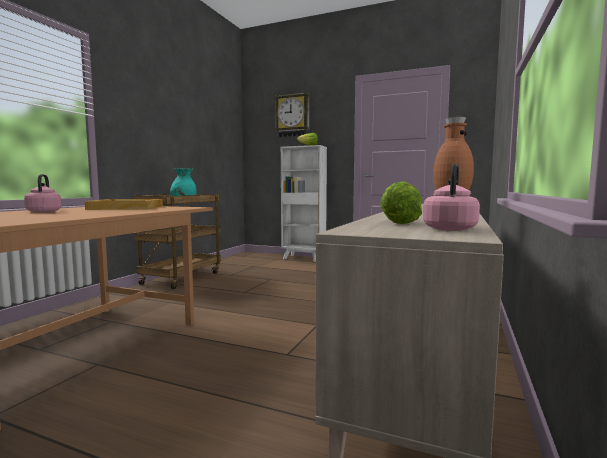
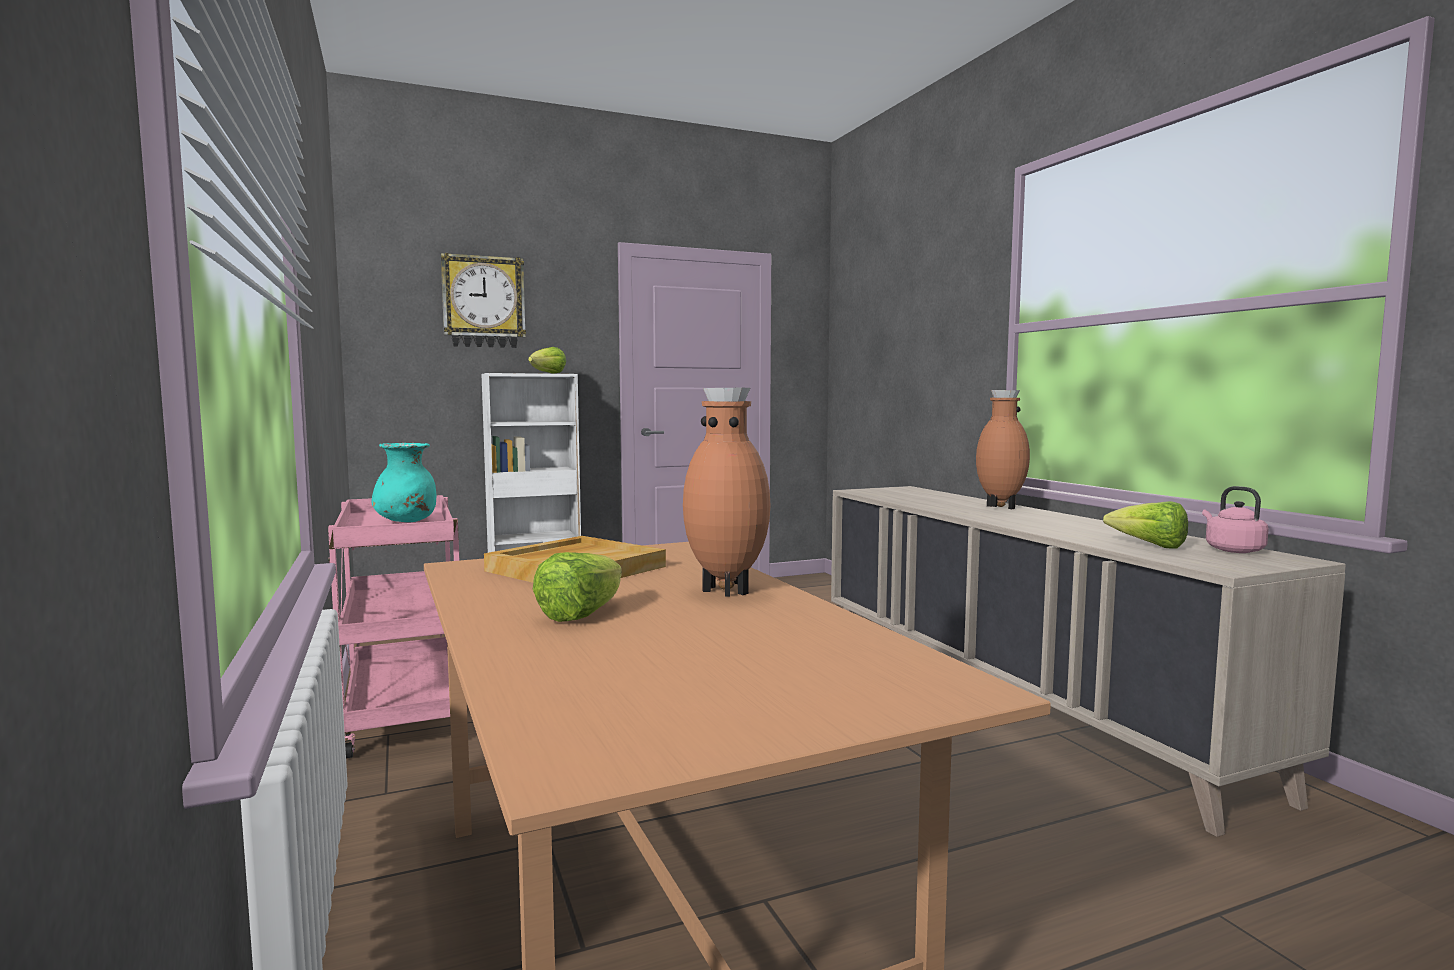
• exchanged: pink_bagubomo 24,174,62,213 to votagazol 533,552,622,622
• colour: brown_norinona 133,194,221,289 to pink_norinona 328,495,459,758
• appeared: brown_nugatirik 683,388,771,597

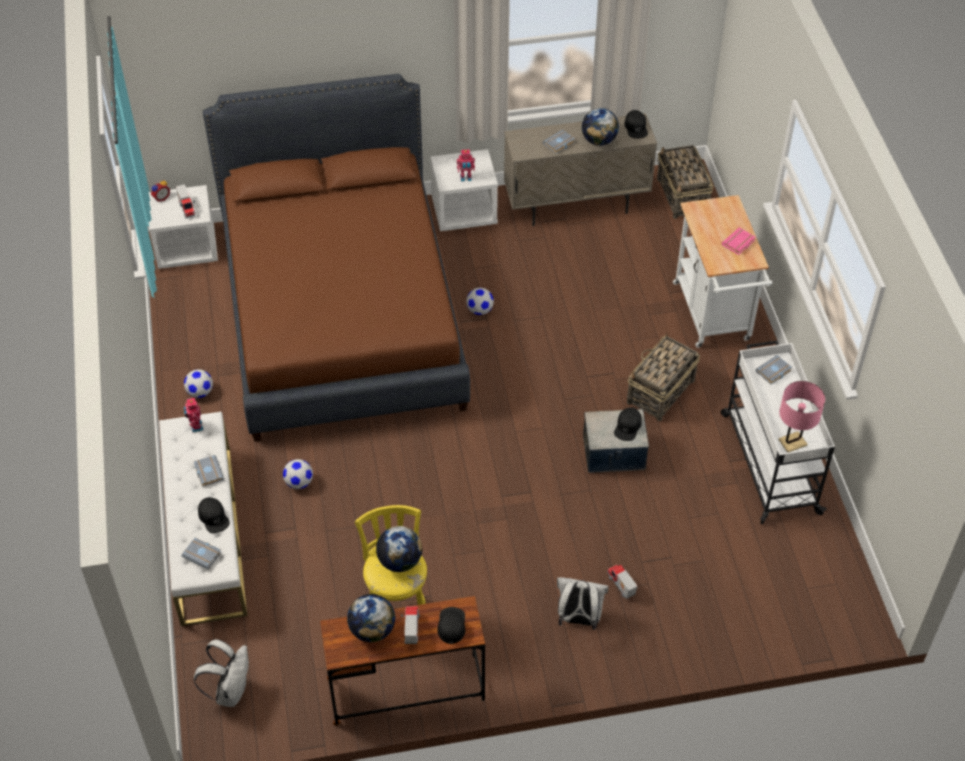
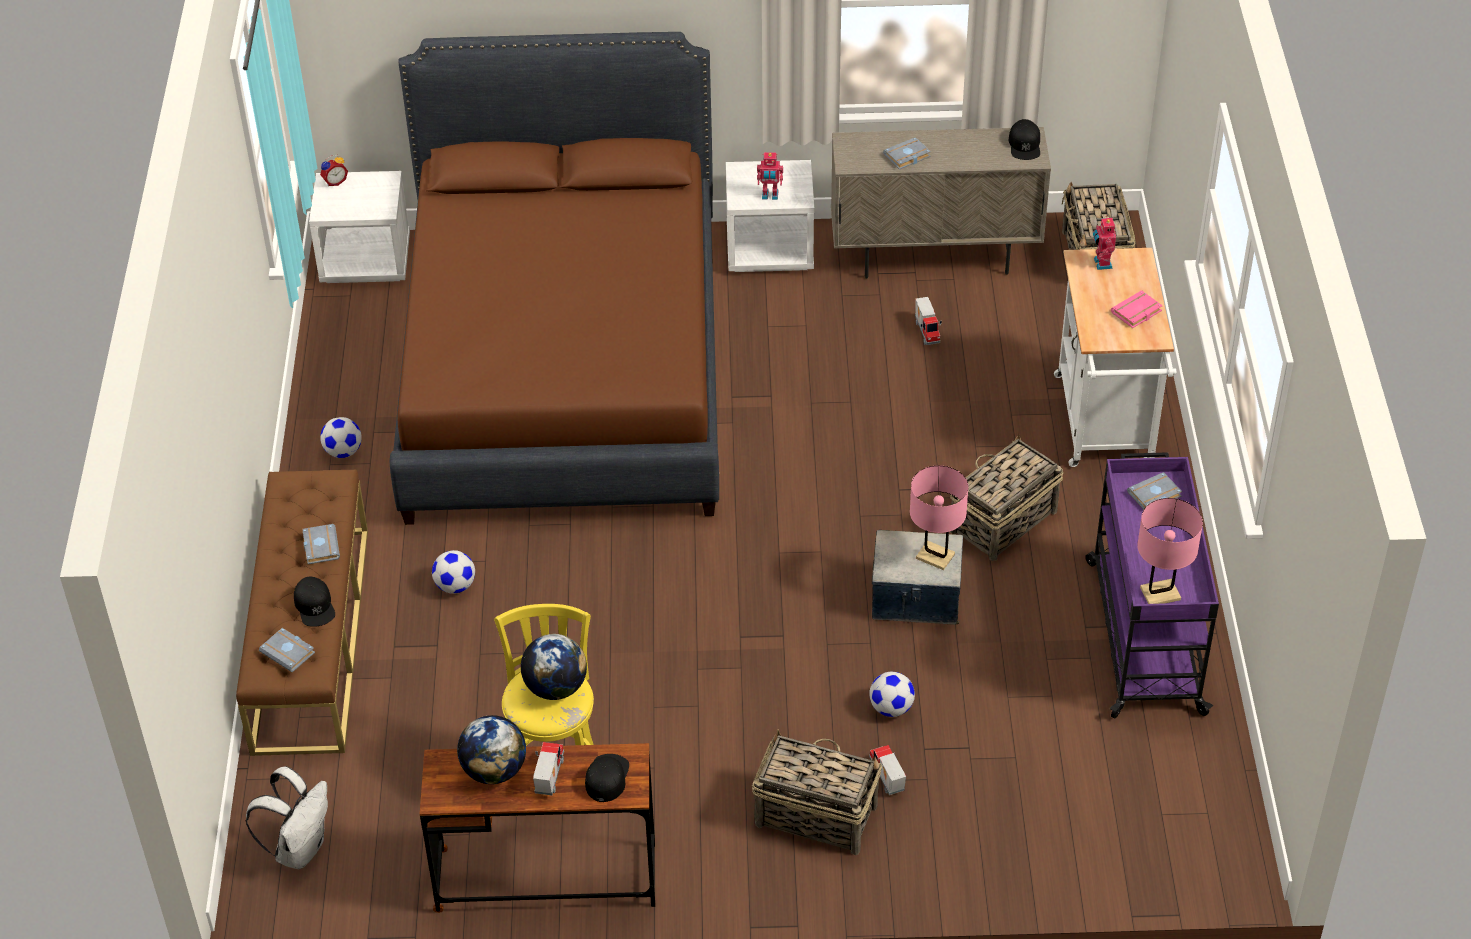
• colour: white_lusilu 159,412,247,626 to brown_lusilu 236,469,368,756
• relocated: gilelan 176,184,195,218 to 915,297,942,345
• relocated: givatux 184,397,204,432 to 1093,216,1116,270
• relocated: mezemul 466,288,494,315 to 869,672,915,717
• exchanged: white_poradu 557,577,608,630 to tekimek 752,730,882,855
• missing: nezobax 582,108,619,146
• exchanged: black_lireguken 614,407,642,441 to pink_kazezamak 910,465,969,570
• colour: white_norinona 721,341,835,525 to purple_norinona 1085,452,1219,719

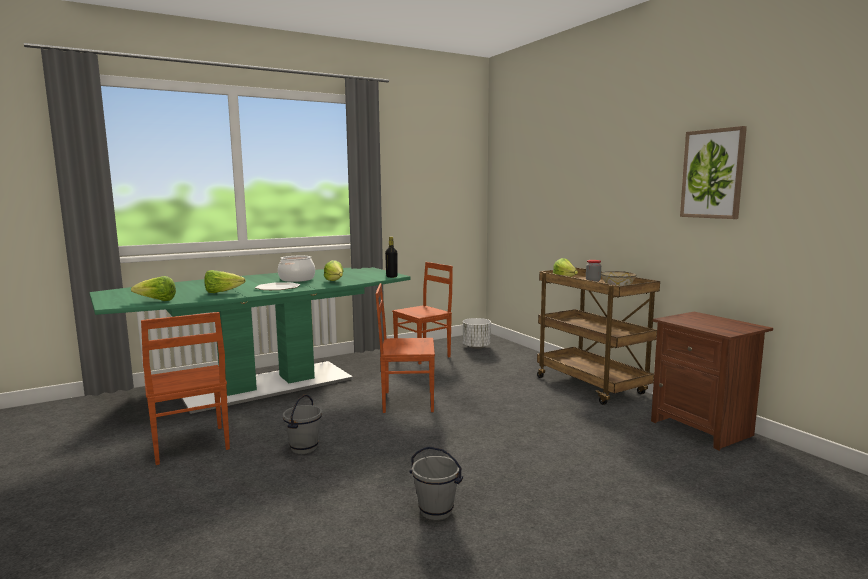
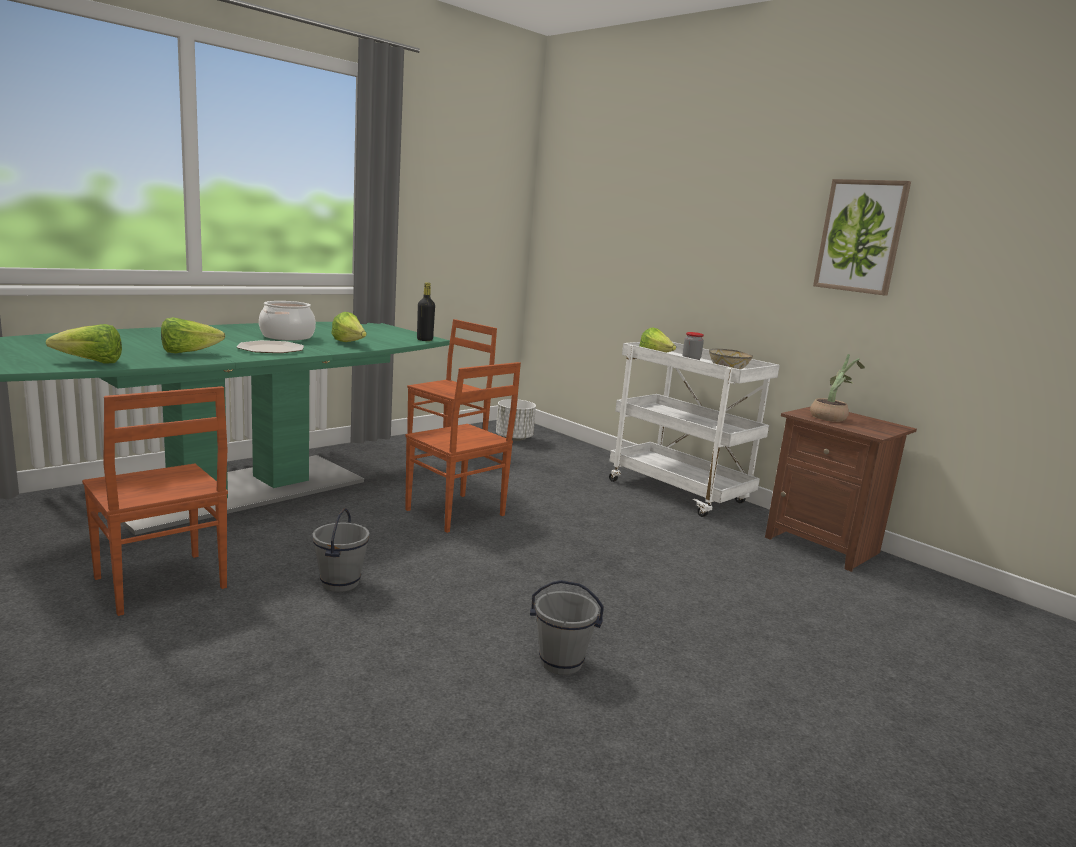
• spun: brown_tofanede 375,283,435,413 = 405,362,521,533 120 degrees counterclockwise
• colour: brown_norinona 537,268,660,405 to white_norinona 609,342,780,517
• appeared: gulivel 810,354,865,422

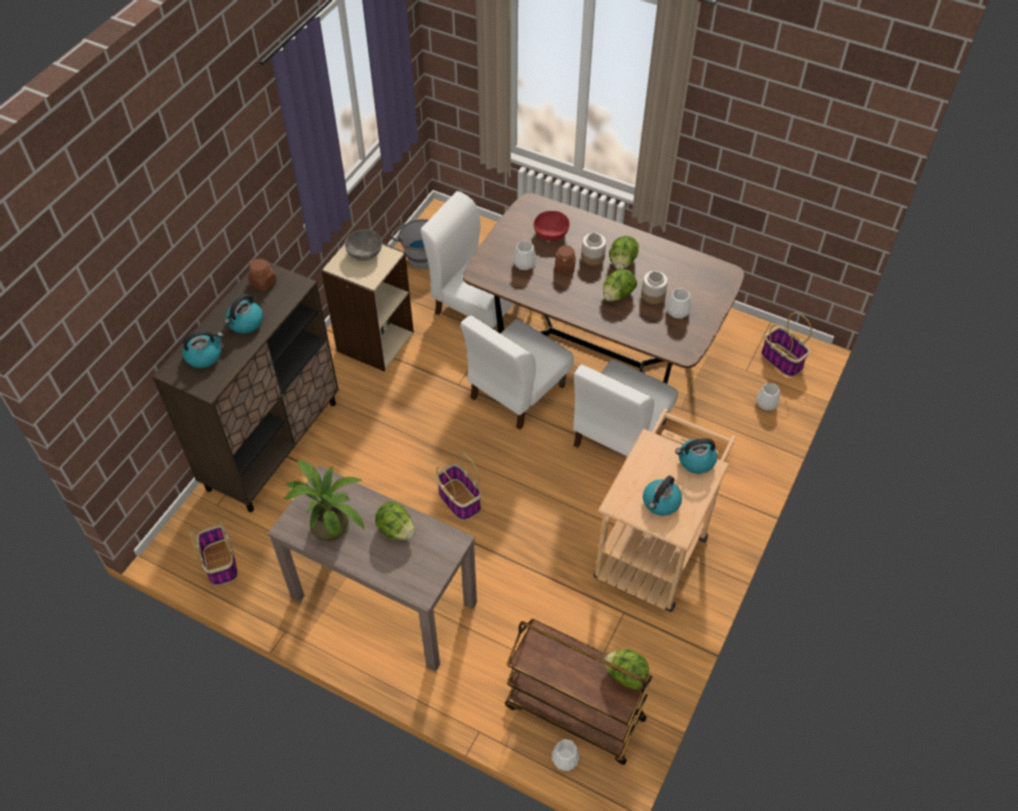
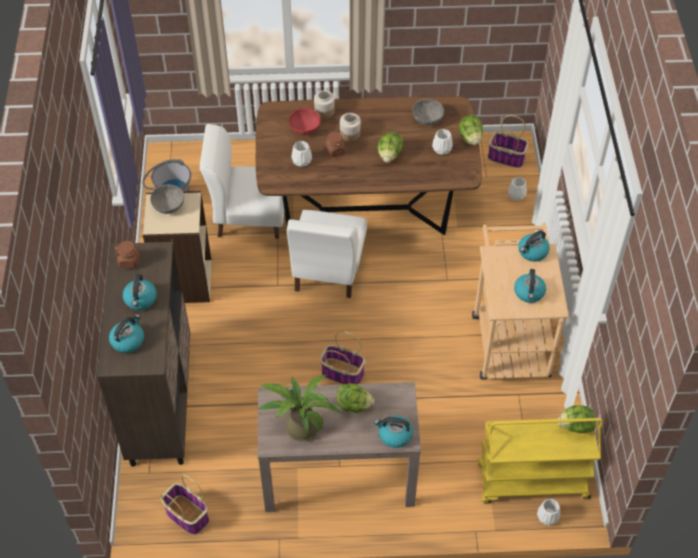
• colour: brown_norinona 505,619,653,765 to yellow_norinona 477,418,603,504
• missing: white_tofanede 573,359,678,457
• relocated: votagazol 609,236,639,270 to 459,115,483,145
• relocated: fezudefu 641,271,668,304 to 314,90,335,118
• appeared: bagubomo 374,415,413,448
• appeared: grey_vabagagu 413,99,444,126

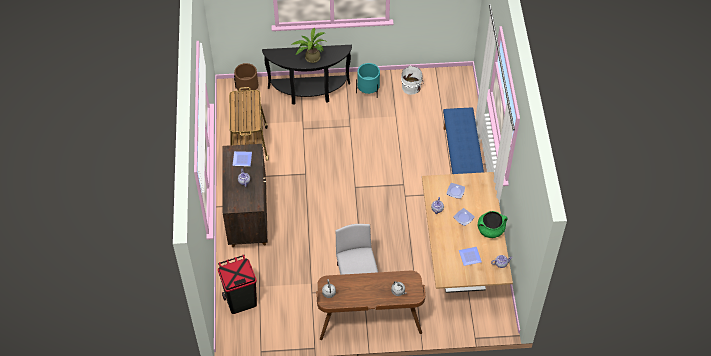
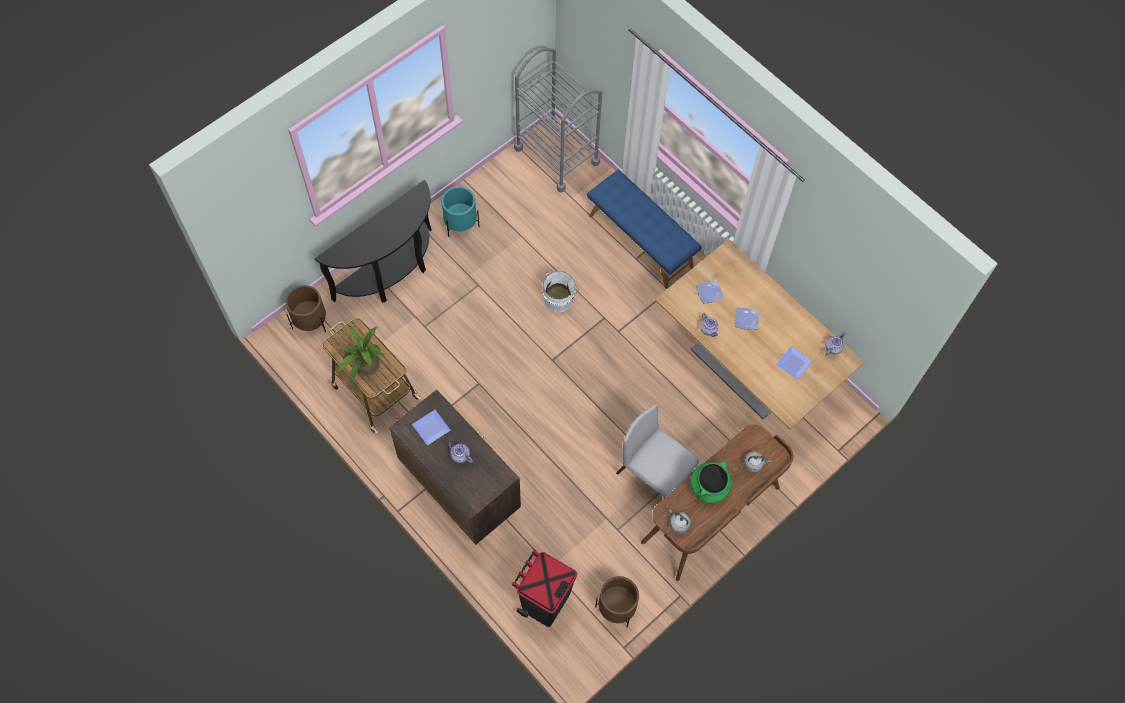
• relocated: gulivel 292,28,325,63 to 337,327,384,382
• relocated: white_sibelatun 401,66,424,95 to 542,271,579,313
• relocated: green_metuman 478,211,507,238 to 690,461,732,504
• appeared: grey_norinona 514,48,602,192
• appeared: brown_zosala 595,576,639,627

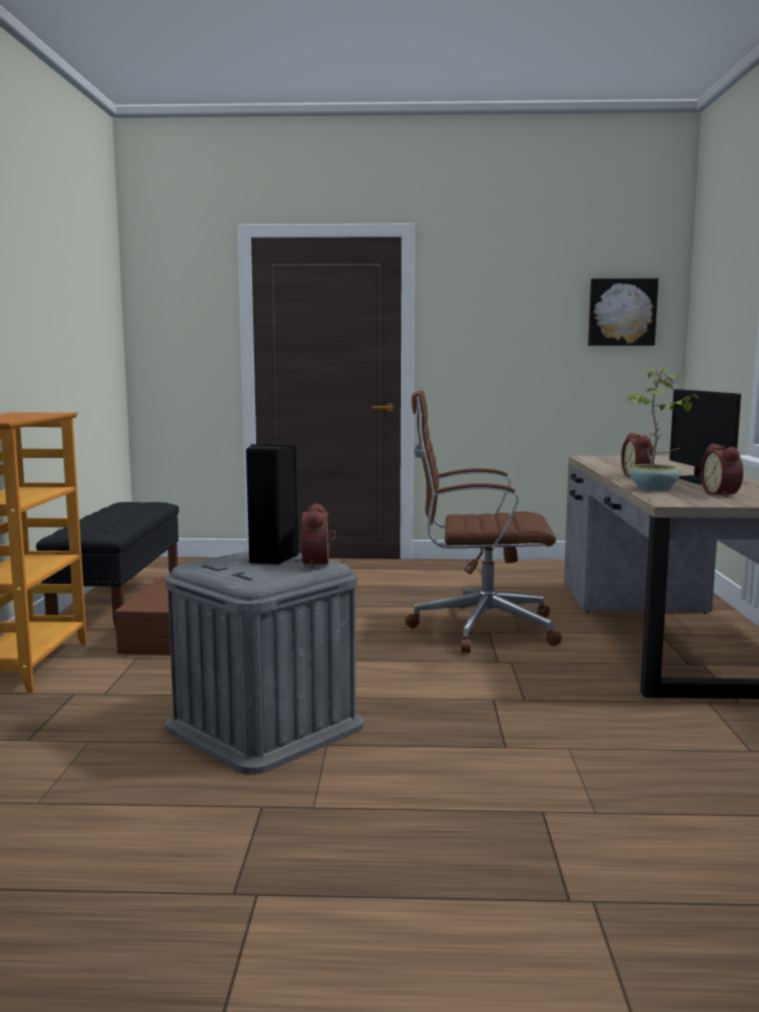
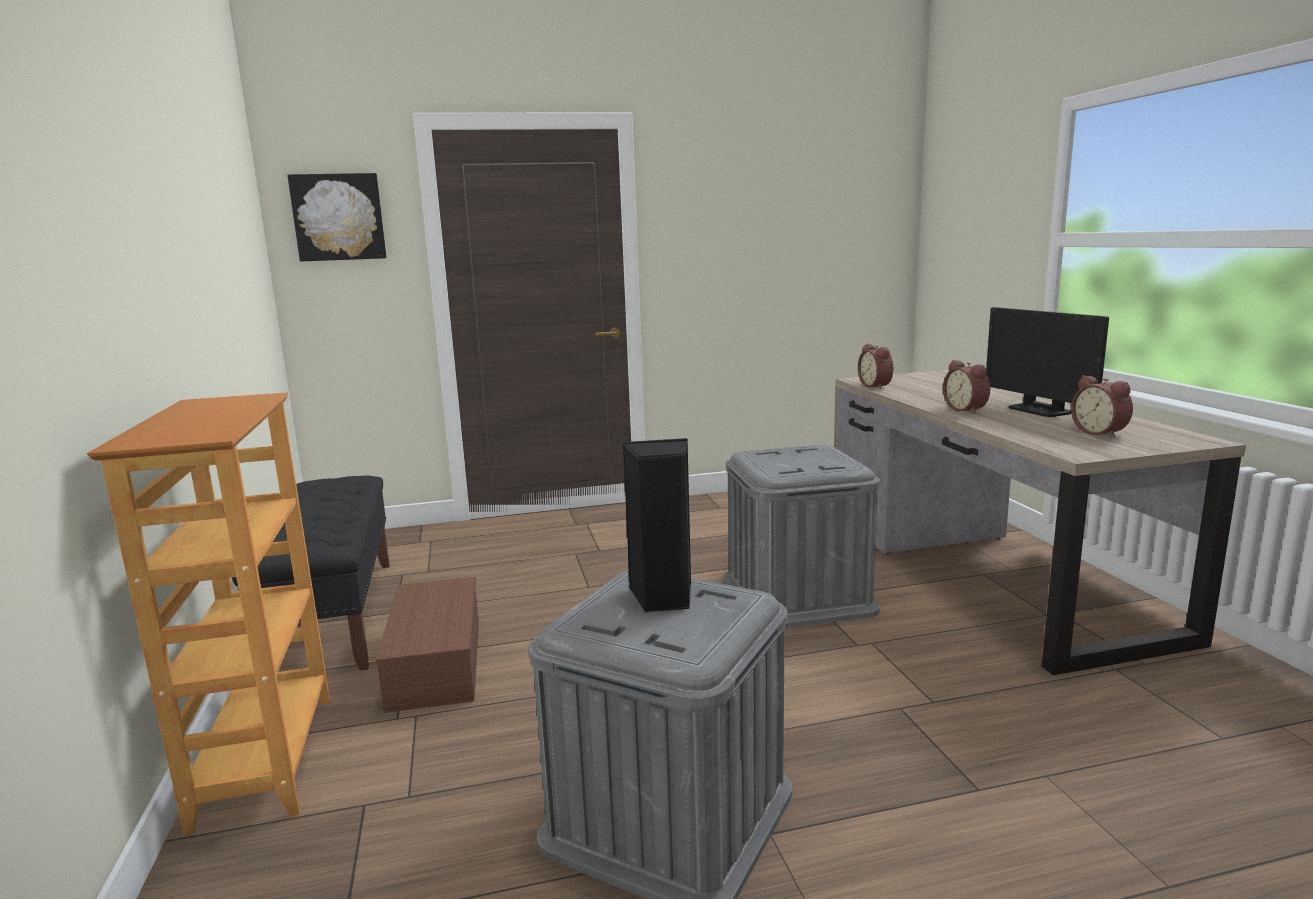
• relocated: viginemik 301,503,336,569 to 858,343,893,389
• exchanged: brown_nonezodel 405,390,562,653 to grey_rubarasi 724,445,880,628
• relocated: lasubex 588,278,659,346 to 287,173,387,261
• missing: gulivel 626,369,699,491

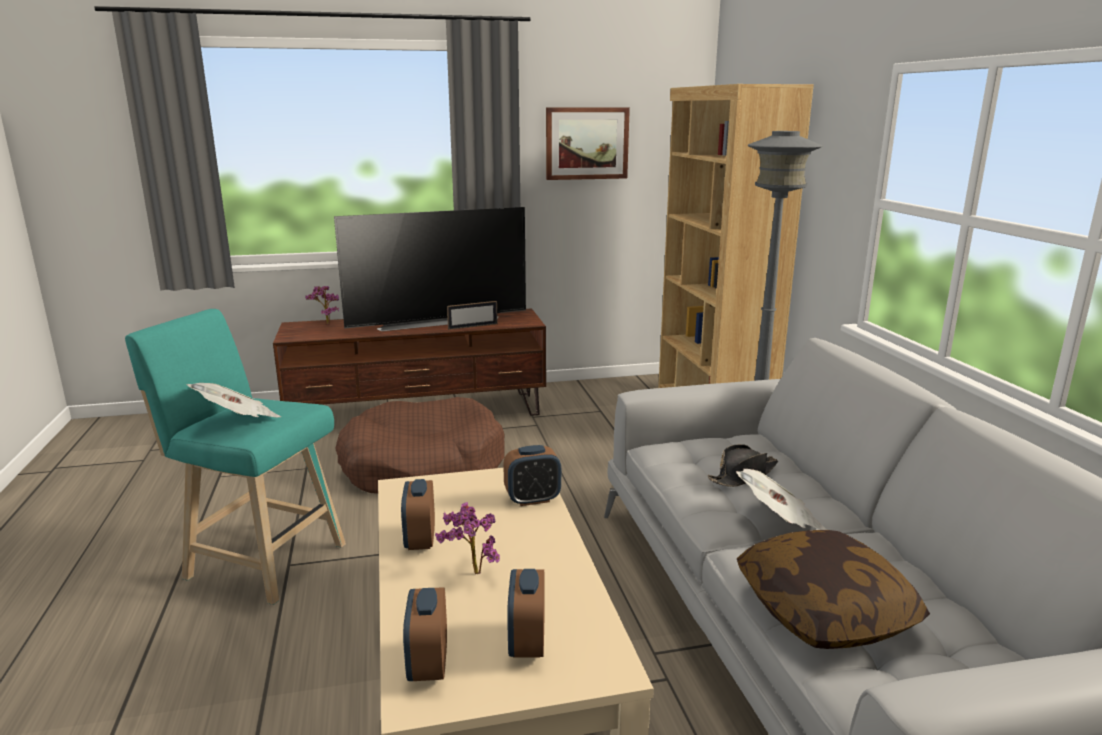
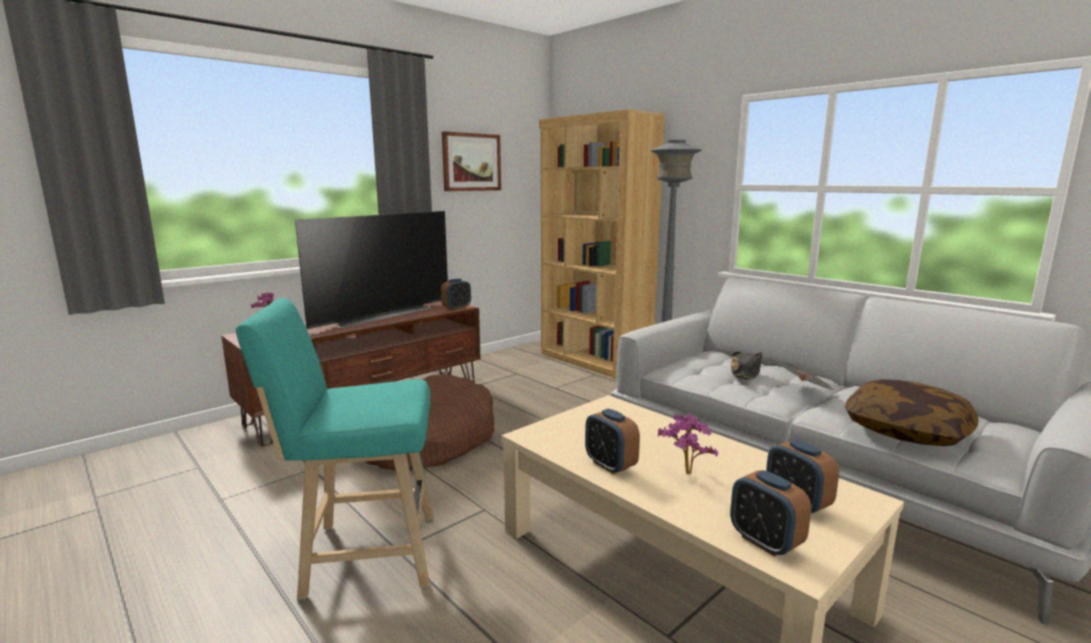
• missing: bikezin 186,383,282,417
• missing: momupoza 447,301,498,330
• relocated: viginemik 503,445,561,506 to 441,279,471,310

